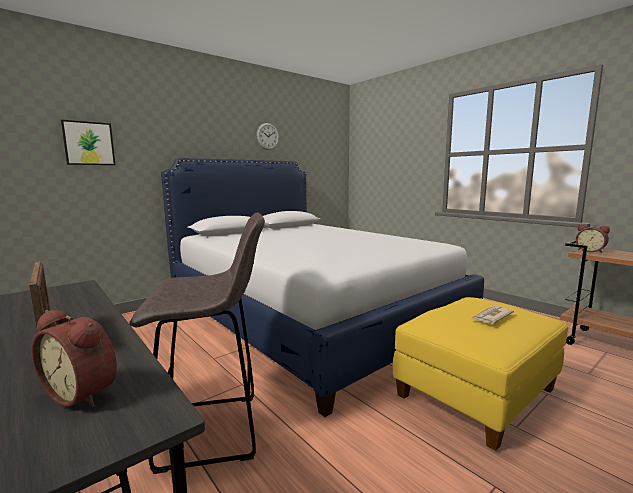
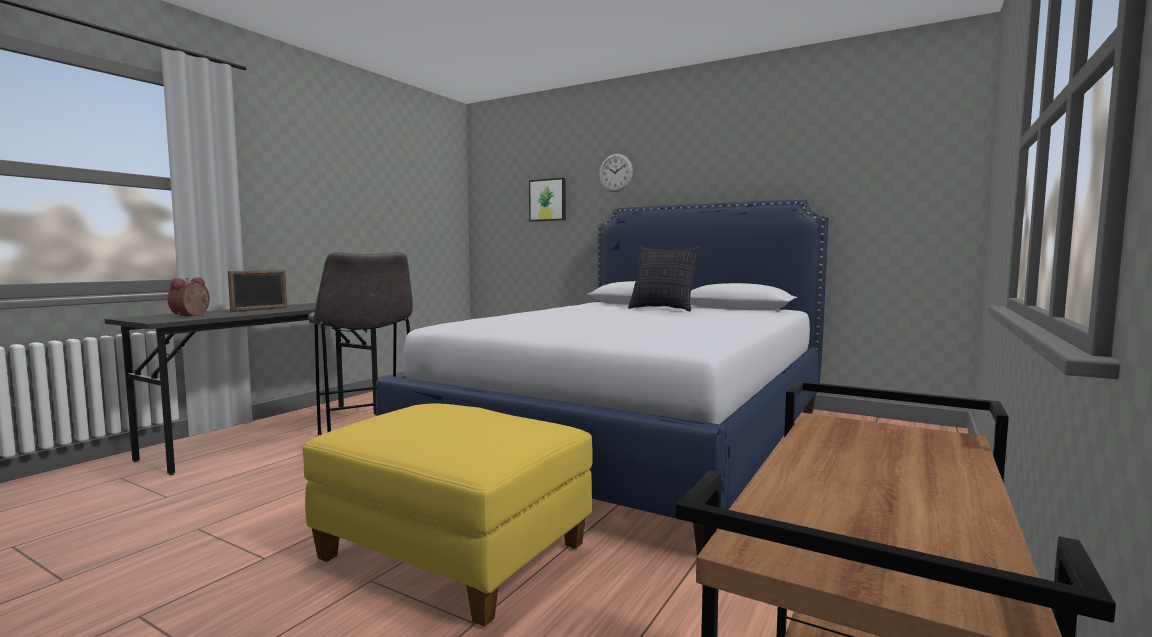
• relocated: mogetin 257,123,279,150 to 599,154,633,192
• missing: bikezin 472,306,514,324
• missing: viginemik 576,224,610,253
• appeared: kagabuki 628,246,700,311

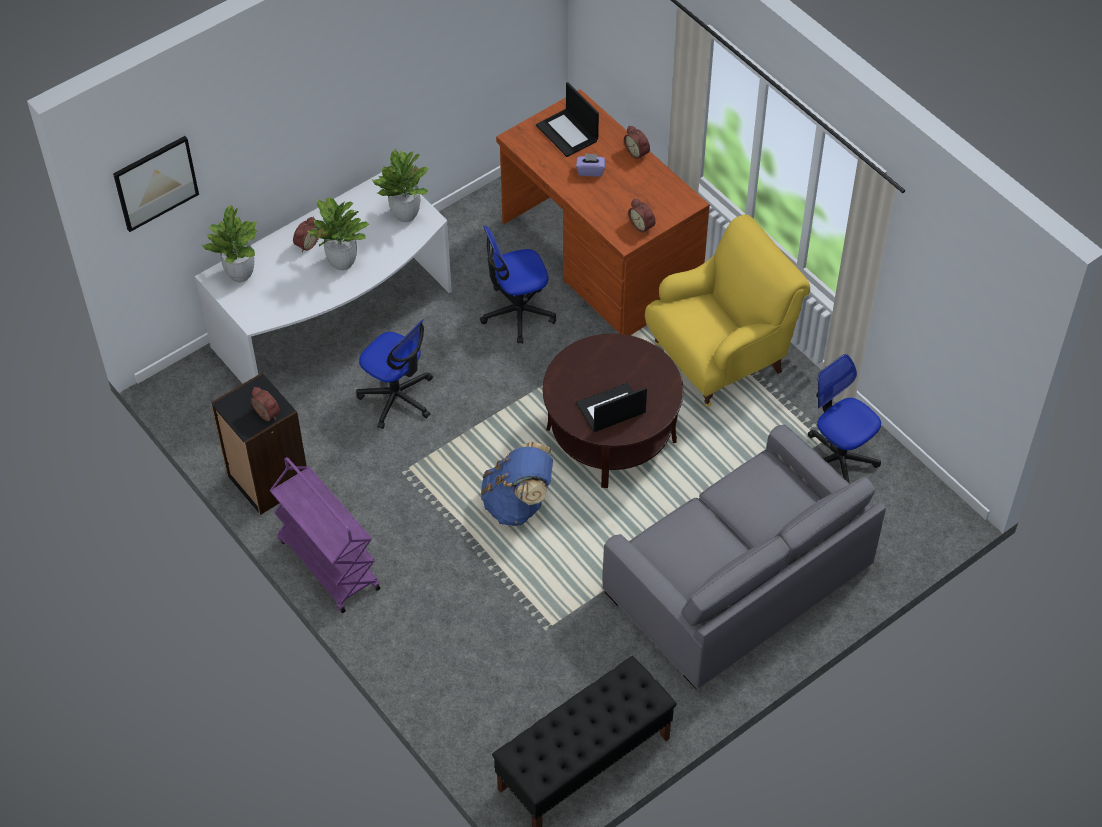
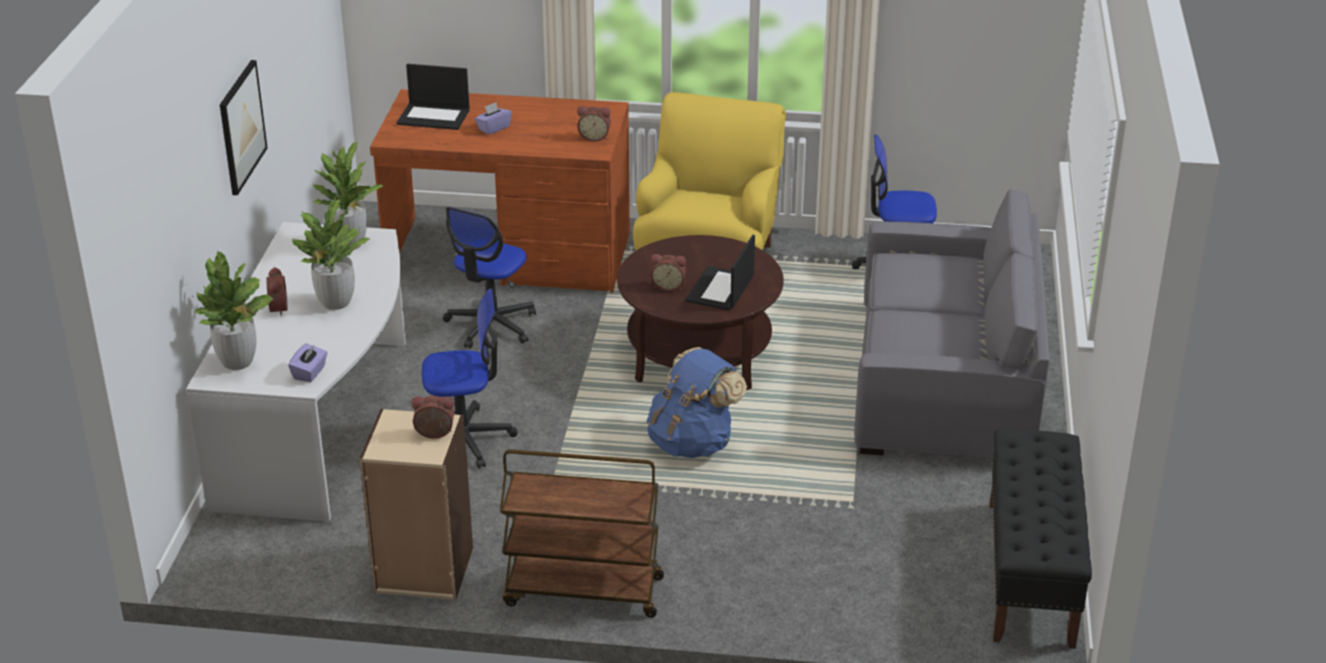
• relocated: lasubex 113,136,199,232 to 220,60,268,195
• colour: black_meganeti 211,373,307,515 to beige_meganeti 359,409,473,600
• colour: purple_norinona 270,457,380,613 to brown_norinona 500,449,664,618
• relocated: viginemik 624,125,650,160 to 651,254,686,291
• appeared: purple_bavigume 288,343,327,382

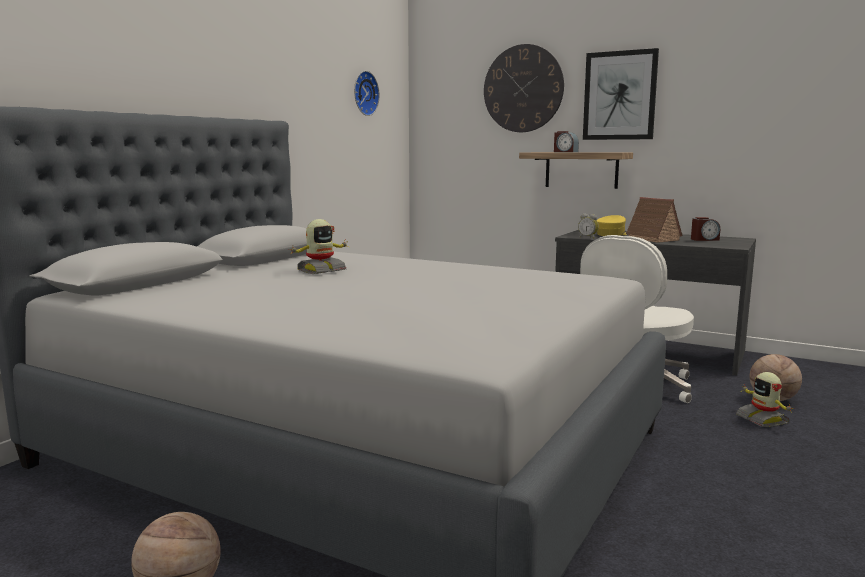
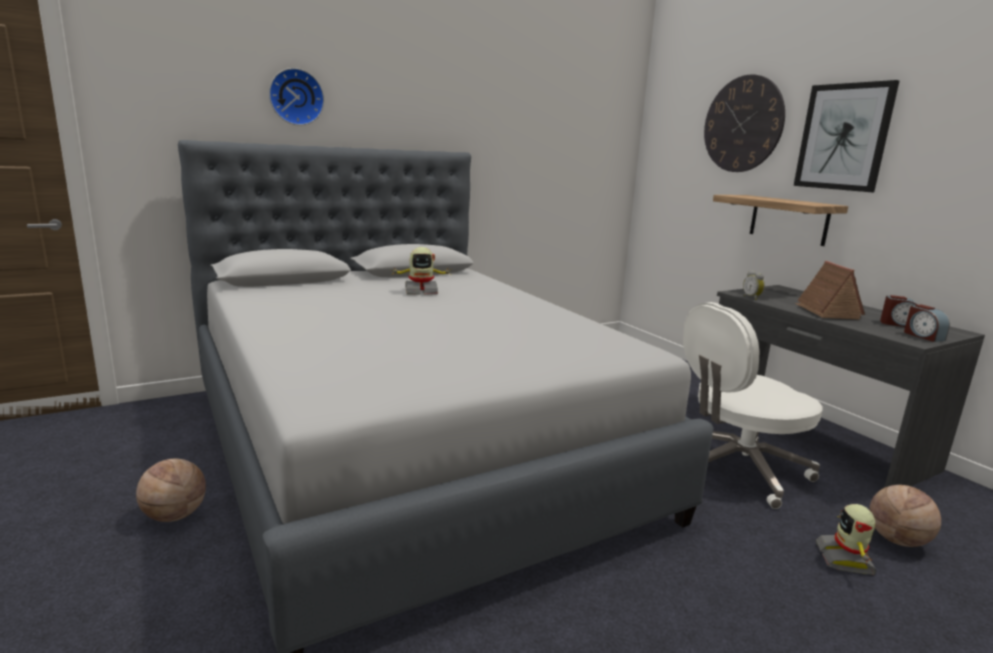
• relocated: mogetin 354,71,380,116 to 269,68,324,126
• relocated: viginemik 554,131,579,152 to 904,304,950,342
• missing: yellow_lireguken 597,215,627,236

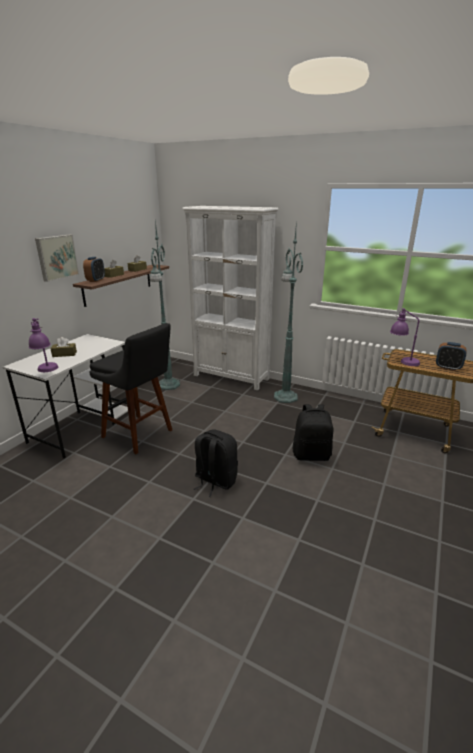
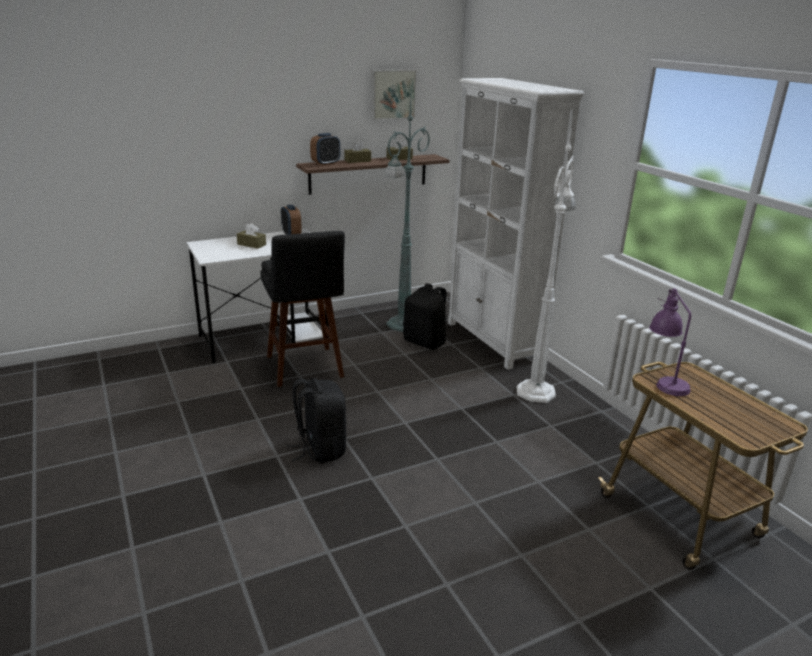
• missing: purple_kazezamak 29,318,58,372
• relocated: lasubex 35,235,79,282 to 371,70,416,120
• colour: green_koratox 274,229,303,403 to white_koratox 516,116,576,403
• relocated: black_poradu 293,404,333,461 to 403,283,447,350
• relocated: viginemik 436,342,467,371 to 281,205,302,235

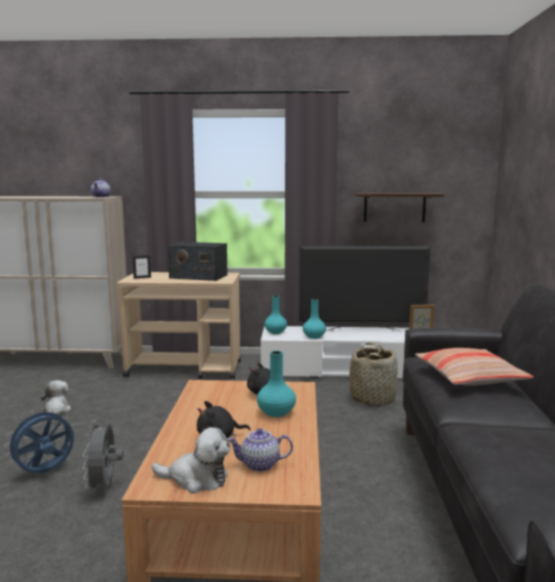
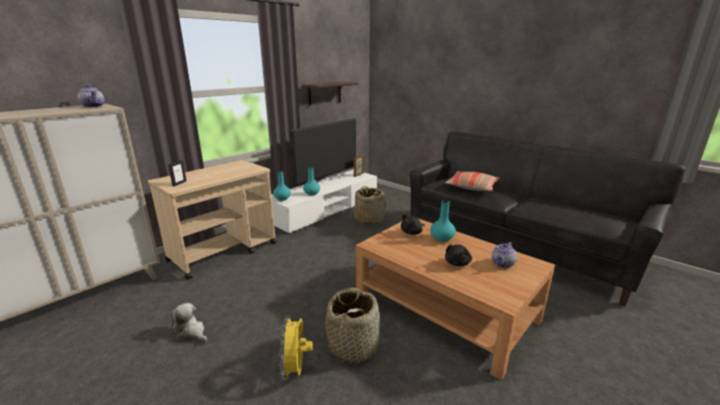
• colour: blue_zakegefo 4,408,74,474 to yellow_zakegefo 279,315,313,380
• exchanged: grey_zakegefo 82,420,123,493 to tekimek 325,288,380,365
• missing: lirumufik 152,427,230,494
• missing: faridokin 168,242,228,281

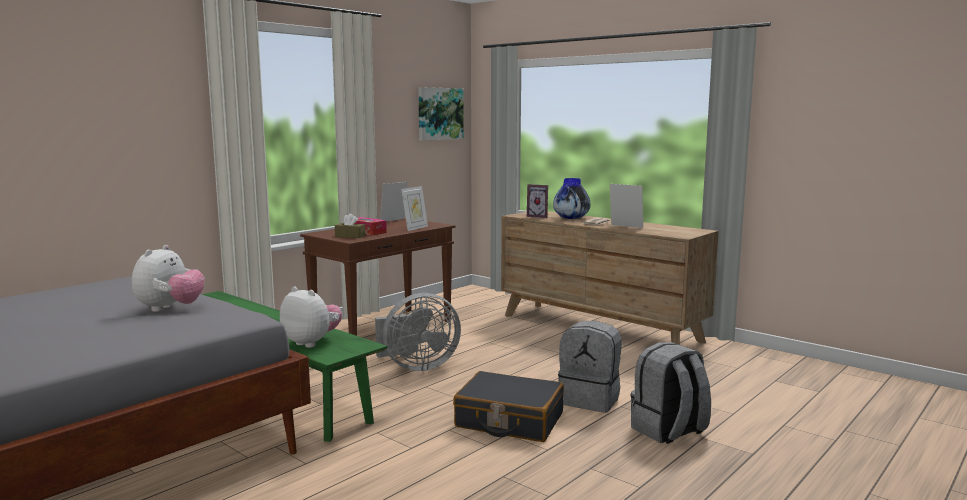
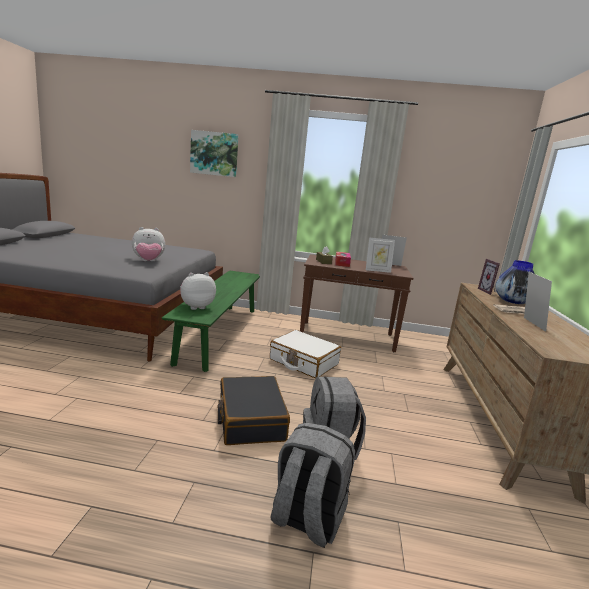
• spun: lirumufik 280,286,342,348 = 180,272,216,310 120 degrees counterclockwise
• exchanged: grey_zakegefo 375,293,461,371 to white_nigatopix 270,330,341,378
• relocated: lasubex 418,87,464,141 to 190,130,239,177

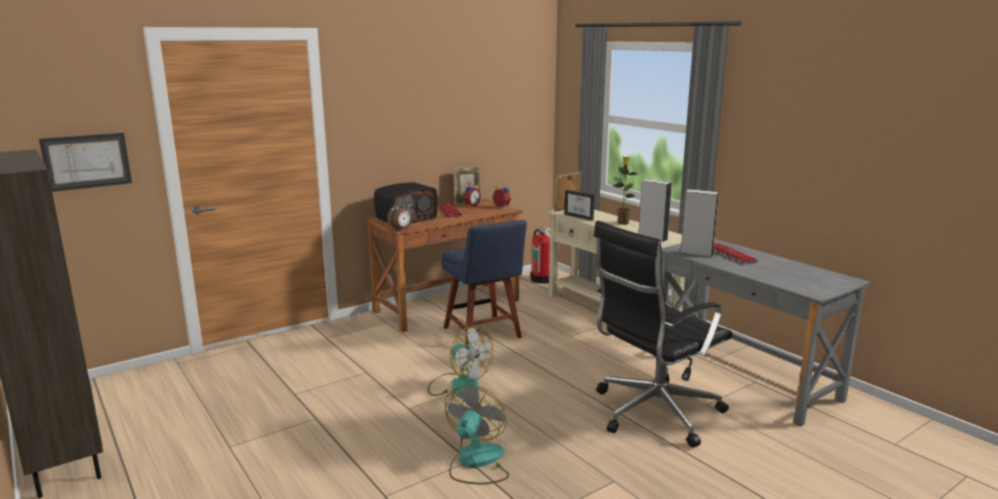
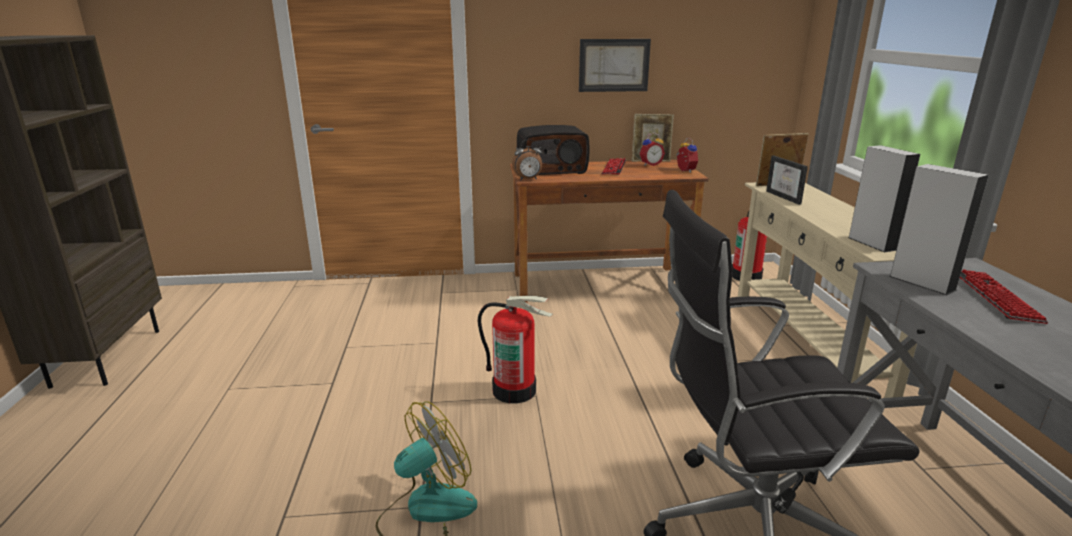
• relocated: lasubex 39,133,132,192 to 579,39,651,92
• exchanged: zakegefo 428,325,493,399 to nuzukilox 478,296,552,404
• missing: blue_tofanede 441,220,527,345
• missing: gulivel 612,157,640,225

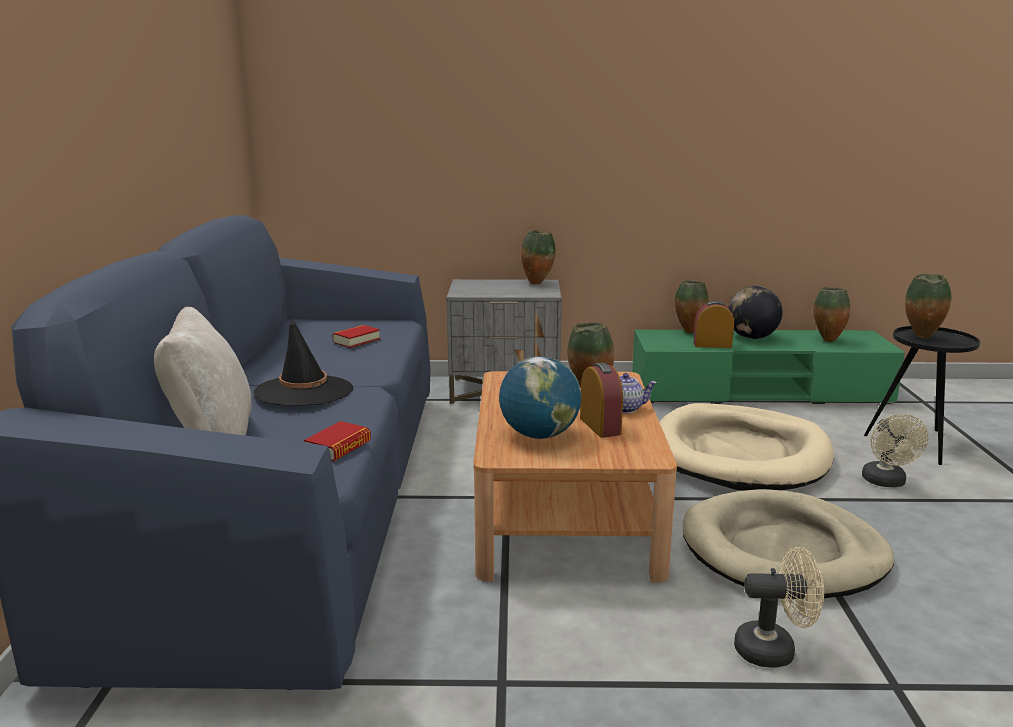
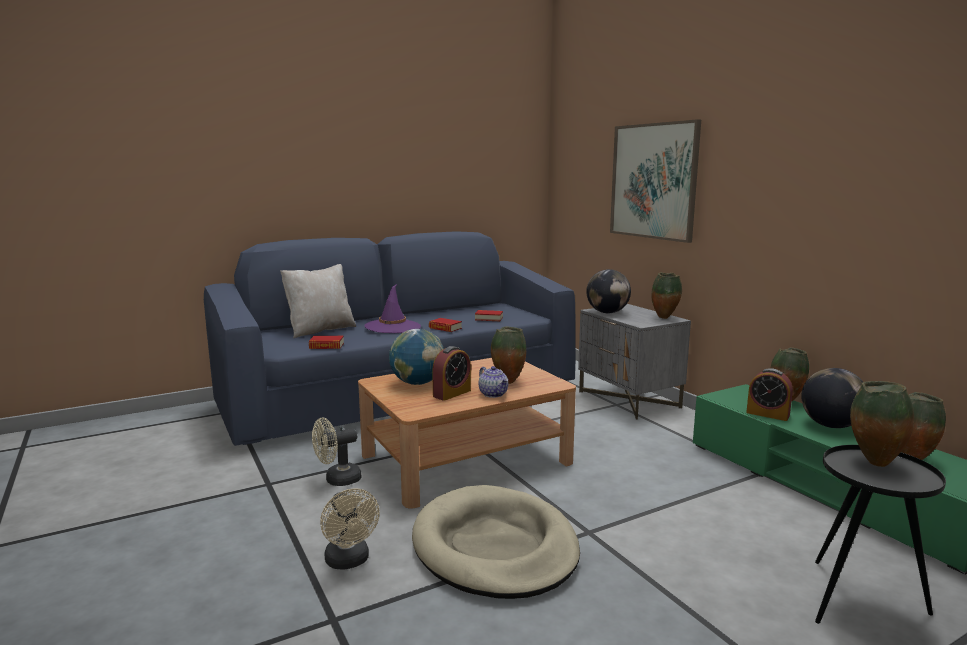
• colour: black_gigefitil 253,318,353,406 to purple_gigefitil 364,284,421,333
• missing: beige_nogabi 659,403,834,491
• spun: viginemik 693,301,734,348 = 746,368,793,421 150 degrees clockwise
• relocated: beige_zakegefo 862,414,929,487 to 312,418,361,486
• appeared: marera 429,318,462,332
• appeared: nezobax 586,269,631,313
• appeared: lasubex 610,119,701,243

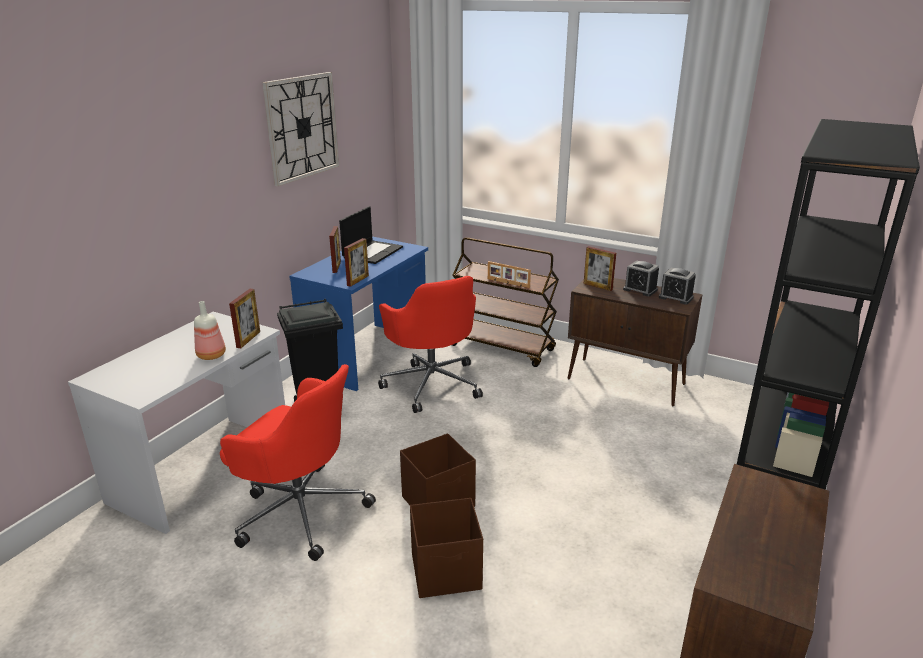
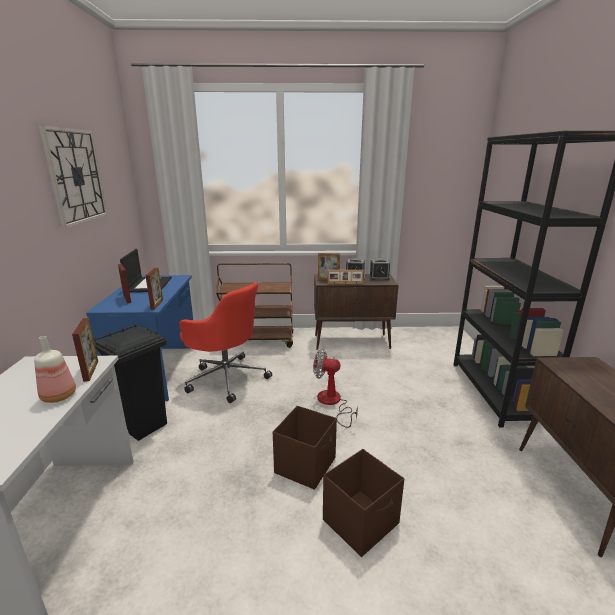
• missing: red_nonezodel 220,364,376,561
• relocated: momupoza 488,261,531,288 to 328,270,364,284
• appeared: zakegefo 313,349,358,428

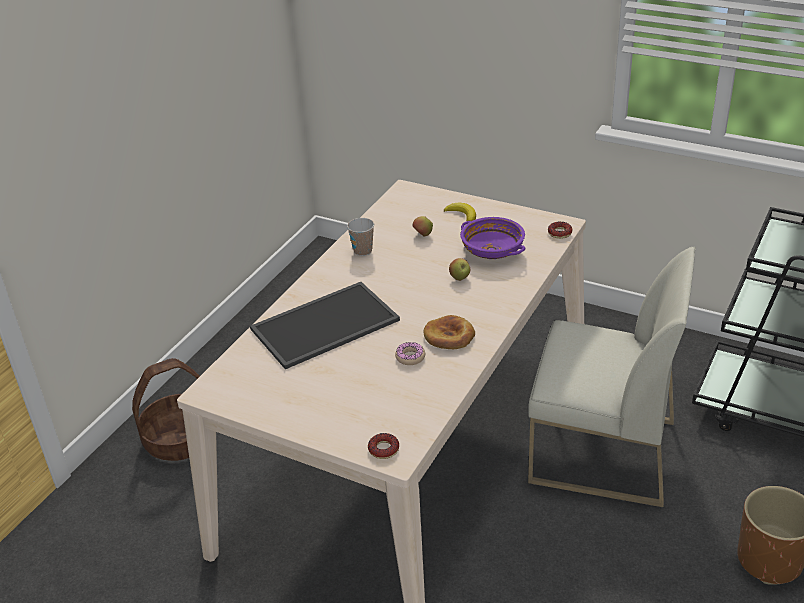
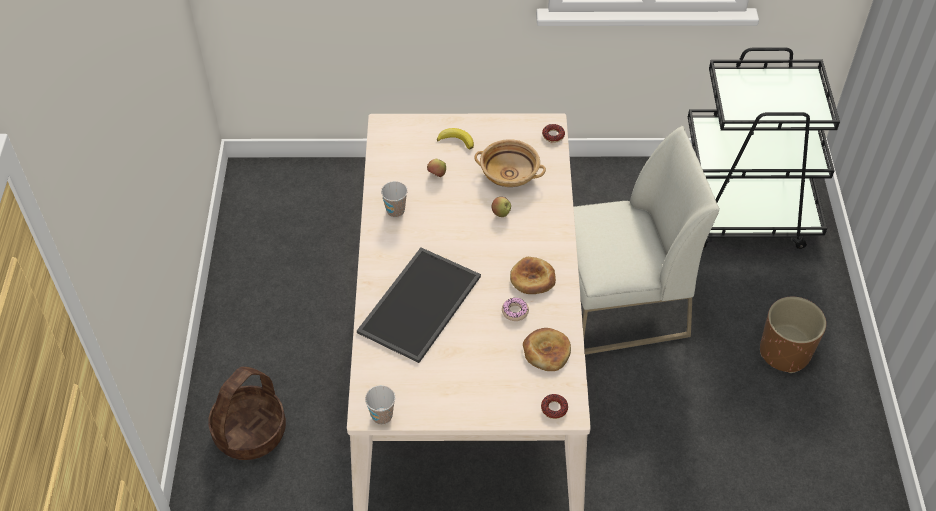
• colour: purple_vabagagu 460,217,526,259 to beige_vabagagu 474,139,546,187
• appeared: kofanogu 365,385,395,425
• appeared: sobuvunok 523,328,571,371

